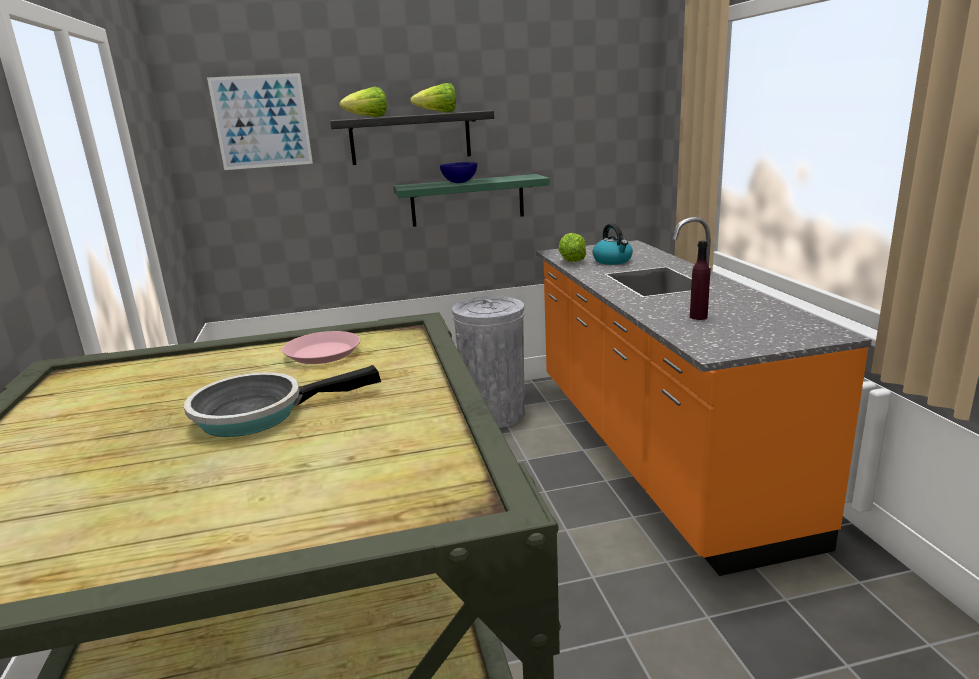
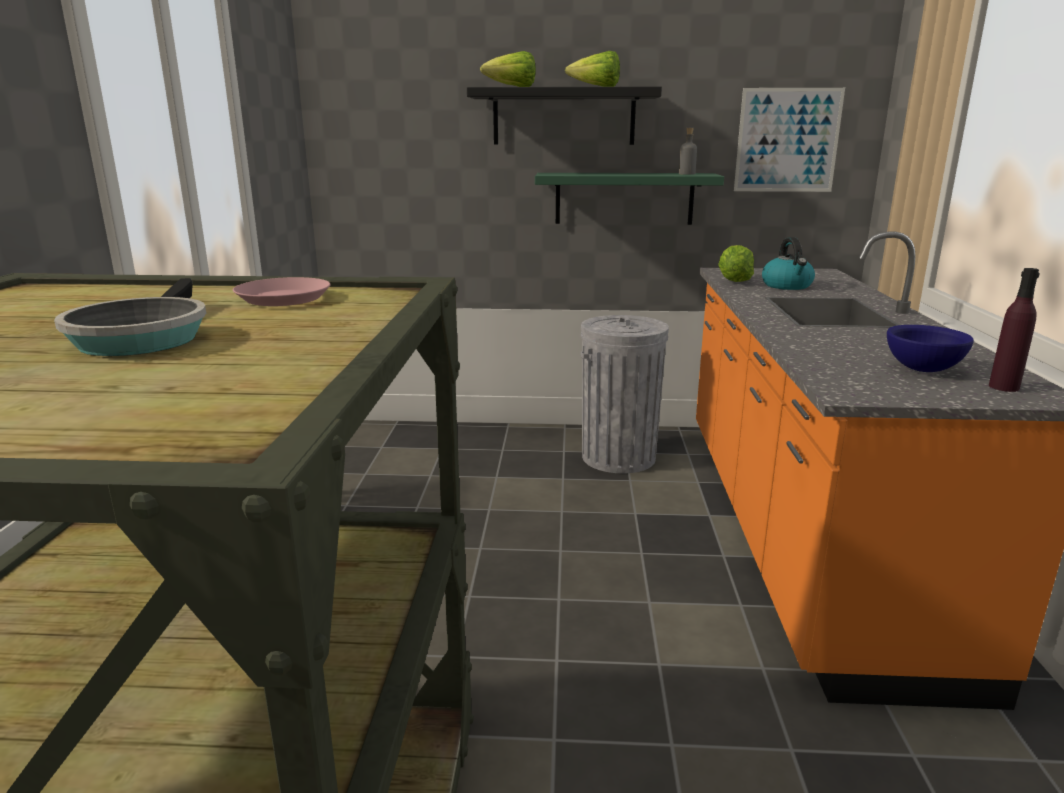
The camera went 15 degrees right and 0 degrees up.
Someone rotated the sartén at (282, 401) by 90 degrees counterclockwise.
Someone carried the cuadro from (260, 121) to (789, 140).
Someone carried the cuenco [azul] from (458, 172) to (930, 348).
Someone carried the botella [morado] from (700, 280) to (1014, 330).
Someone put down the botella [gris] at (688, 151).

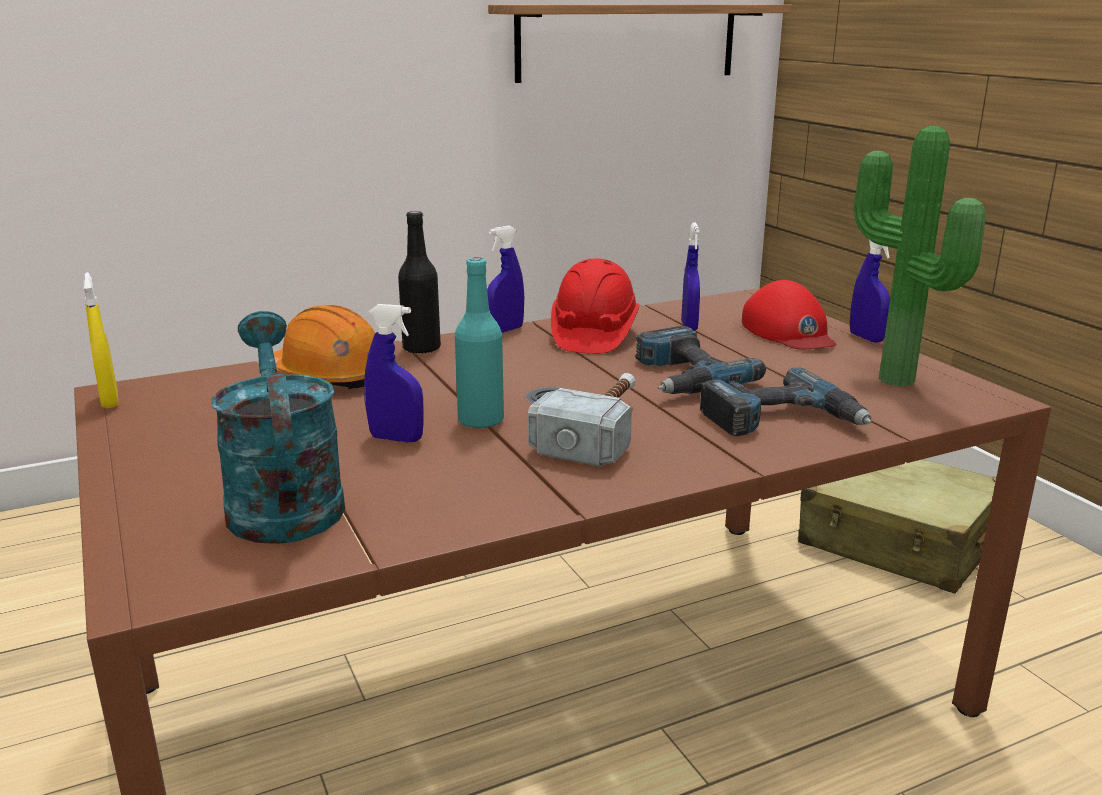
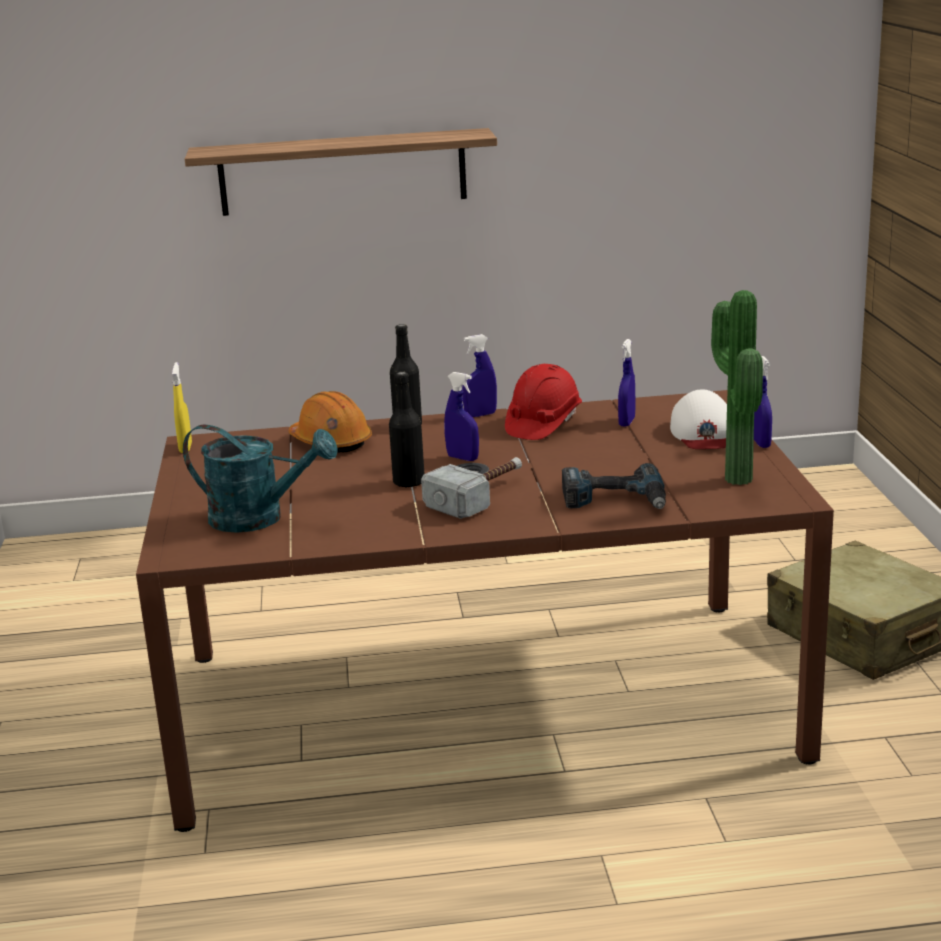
The camera went 20 degrees right and 0 degrees up.
Someone rotated the regadera [turquesa] at (278, 427) by 105 degrees clockwise.
Someone carried the pulverizador [azul] from (394, 373) to (461, 416).
Someone repainted the botella [turquesa] at (479, 343), which became the botella [negro] at (406, 429).
Someone carried the estante from (640, 43) to (341, 172).
Someone took away the taladro at (700, 360).
Someone repainted the gorra [rojo] at (789, 314), which became the gorra [blanco] at (698, 419).

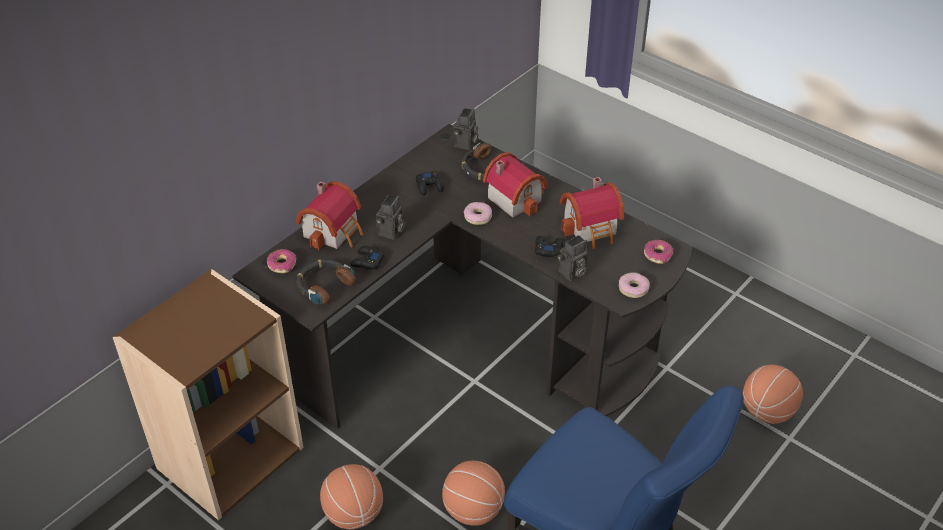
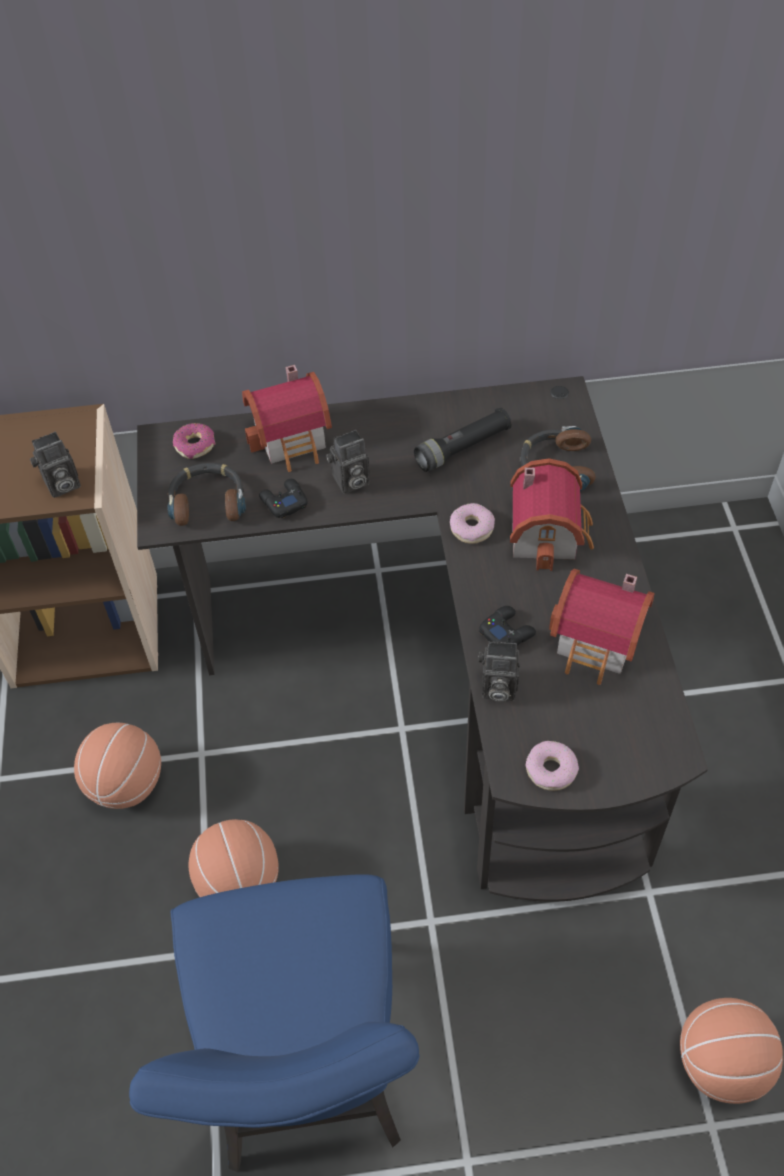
The camera went 45 degrees right and 10 degrees up.
Someone swapped the mando de consola [negro] at (430, 183) for the linterna [negro] at (462, 440).
Someone carried the cámara from (465, 129) to (55, 464).
Someone took away the rosquilla at (658, 252).

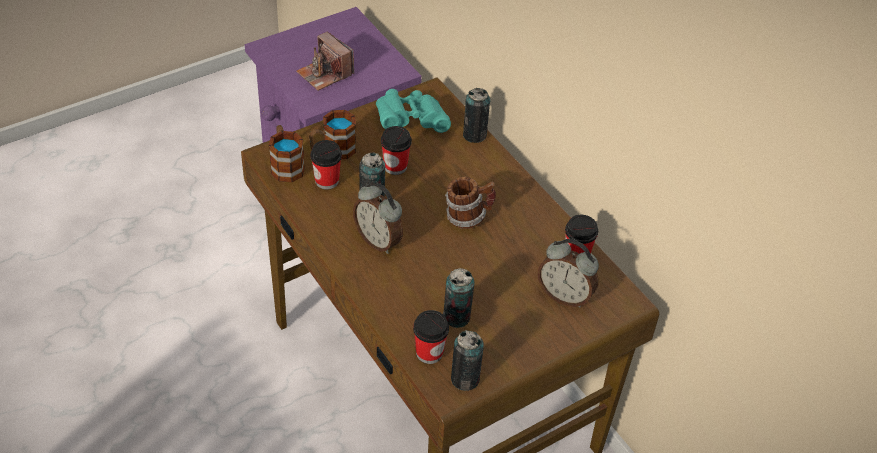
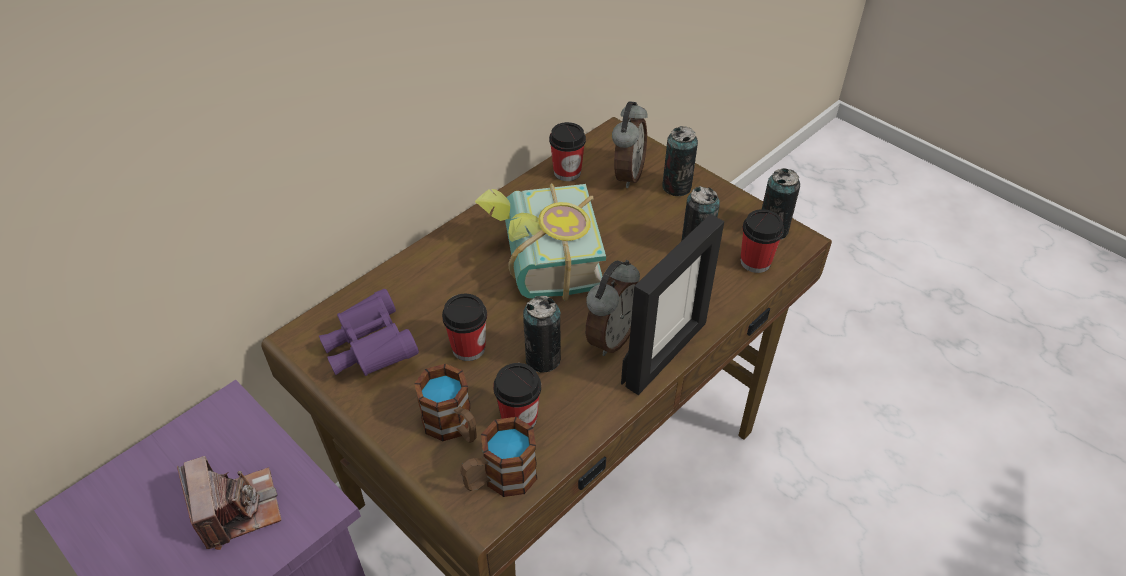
The camera went 100 degrees left and 0 degrees up.
Someone rotated the cámara at (325, 61) by 60 degrees counterclockwise.
Someone repainted the prismáticos [turquesa] at (413, 111), which became the prismáticos [morado] at (369, 332).
Someone swapped the taza grande at (470, 203) for the libro at (540, 242).
Someone carried the lata from (476, 115) to (680, 161).
Someone put down the portarretratos at (672, 304).

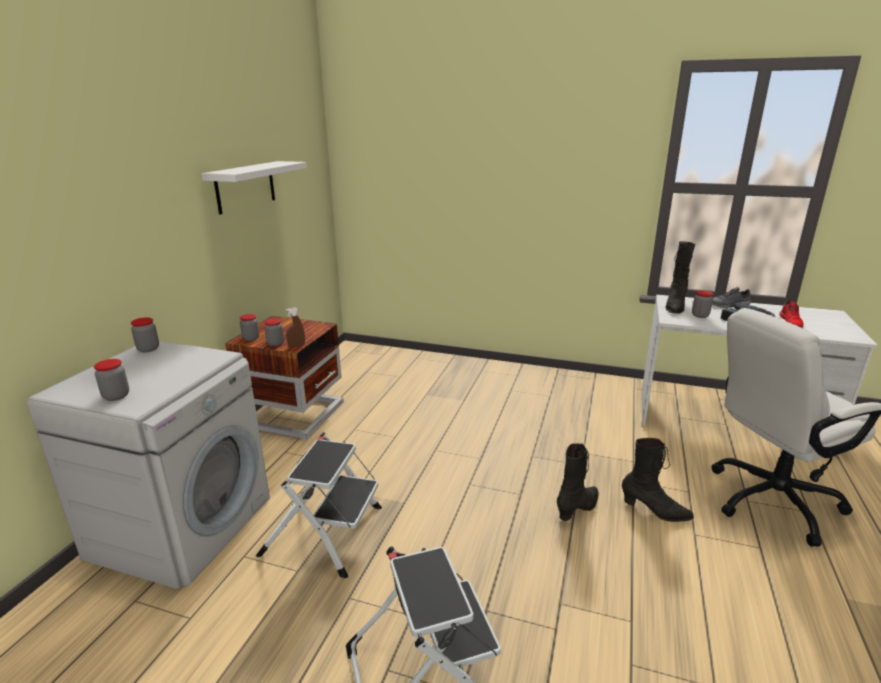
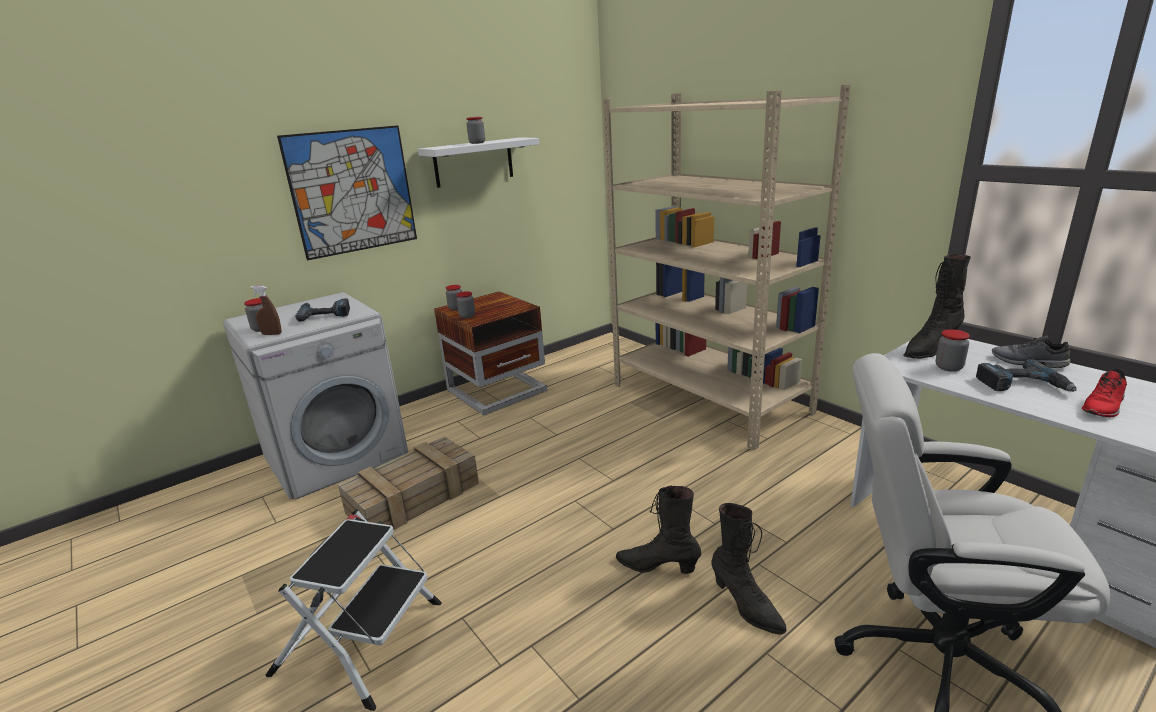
The camera went 35 degrees right and 0 degrees up.
Someone carried the tarro from (145, 334) to (475, 130).
Someone swapped the escalera de tijera at (319, 505) for the caja de embalaje at (408, 483).
Someone carried the pulverizador [marrón] from (295, 327) to (266, 310).
Someone rotated the bota [negro] at (578, 482) by 150 degrees counterclockwise.
Someone put up the cuadro at (347, 192).
Someone put down the taladro at (322, 310).
Someone put down the estantería [beis] at (726, 267).

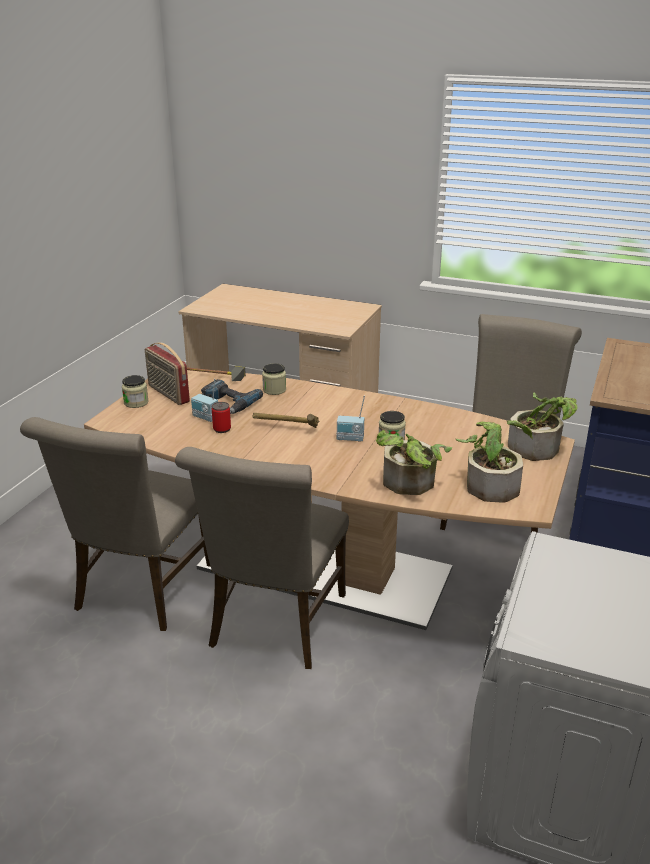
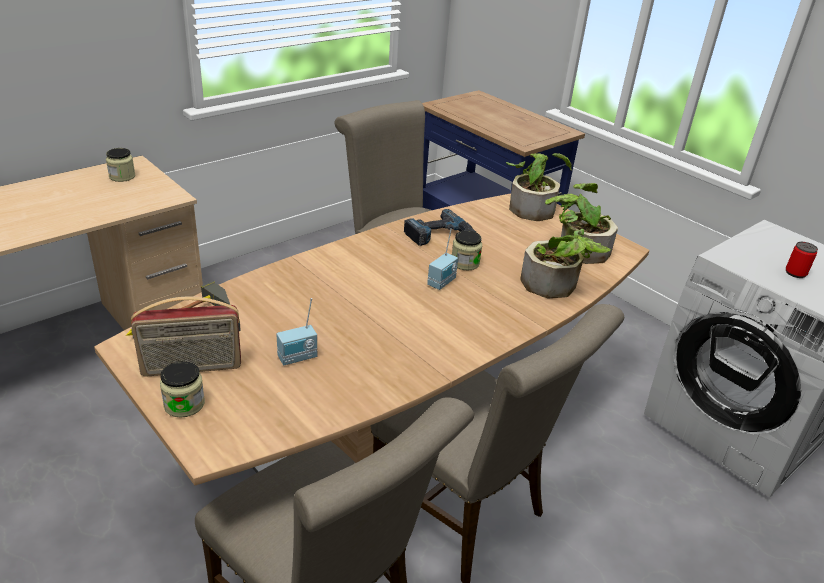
The camera went 65 degrees left and 5 degrees up.
Someone carried the taladro from (232, 396) to (440, 227).
Someone carried the lata from (221, 417) to (802, 260).
Someone took away the martillo at (286, 420).
Someone carried the tarro from (274, 379) to (120, 165).

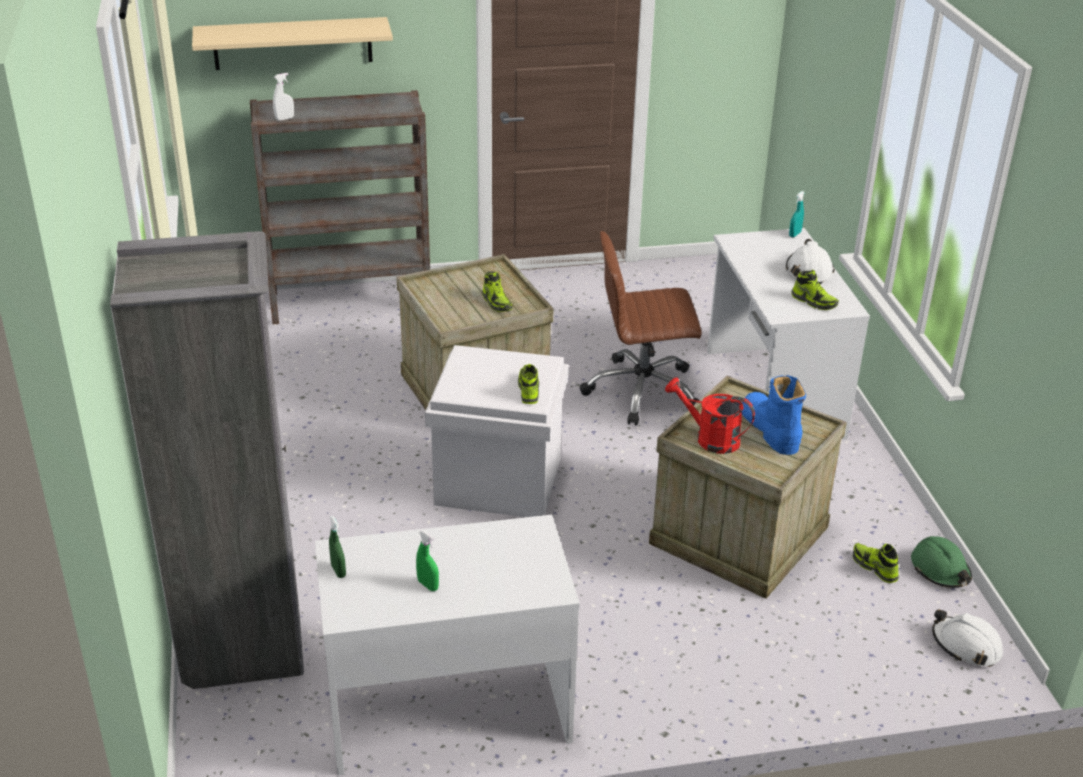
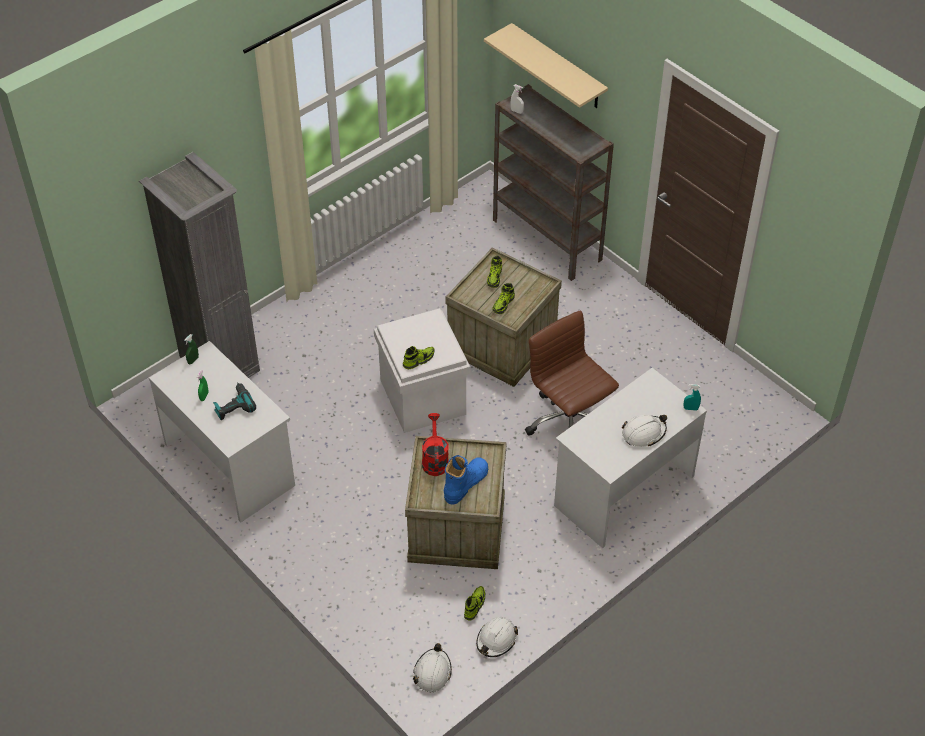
The camera went 60 degrees right and 15 degrees up.
Someone carried the zapato from (815, 290) to (494, 272).
Someone repainted the casco [verde] at (941, 562), which became the casco [blanco] at (497, 637).
Someone put down the taladro at (234, 401).

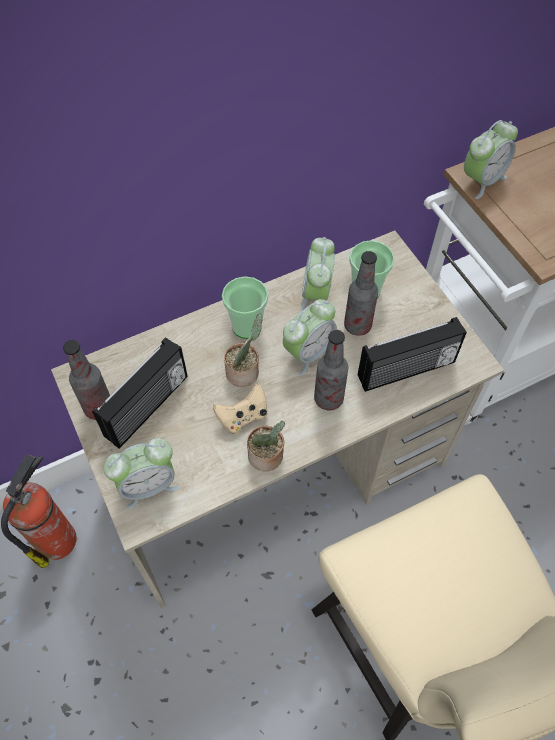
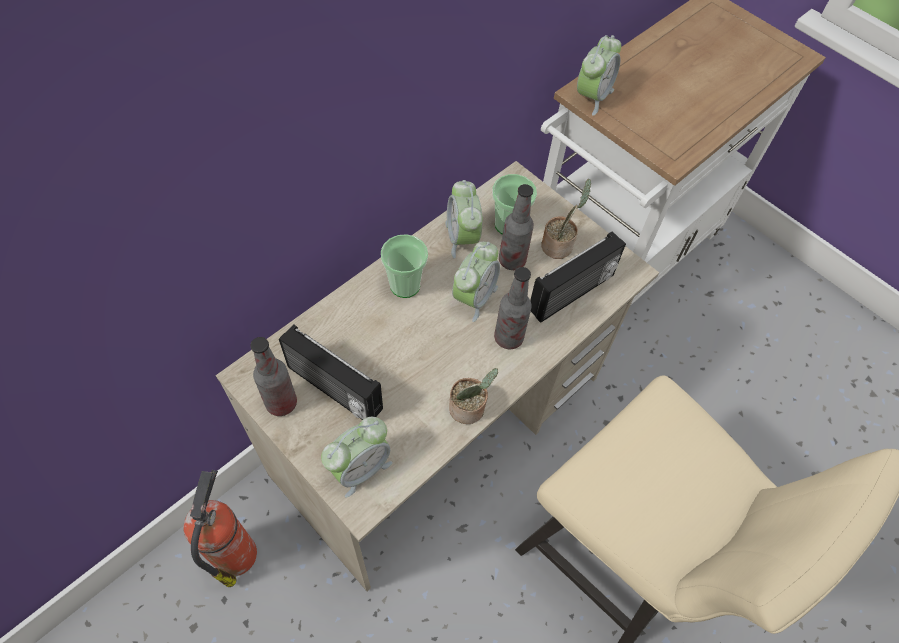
The camera went 20 degrees left and 0 degrees up.
Someone rotated the radio at (139, 393) by 105 degrees clockwise.
Someone took away the mando de consola [beis] at (240, 408).
Someone carried the planta en maceta from (243, 350) to (566, 219).

